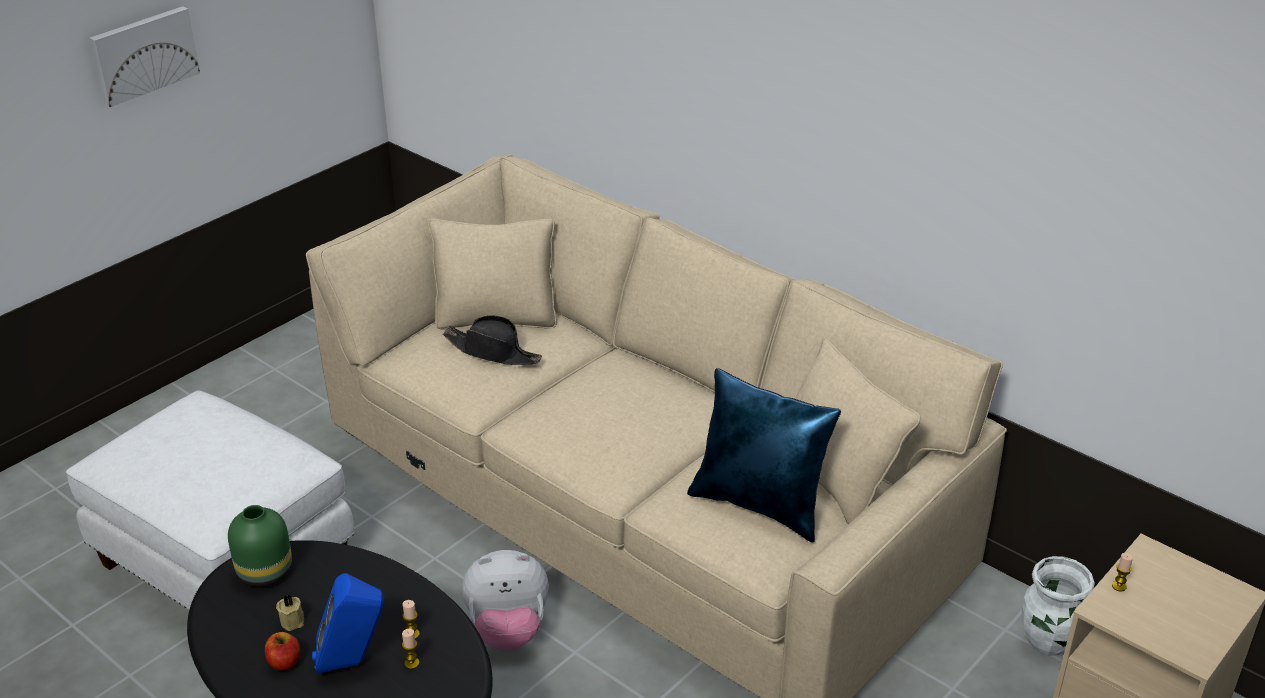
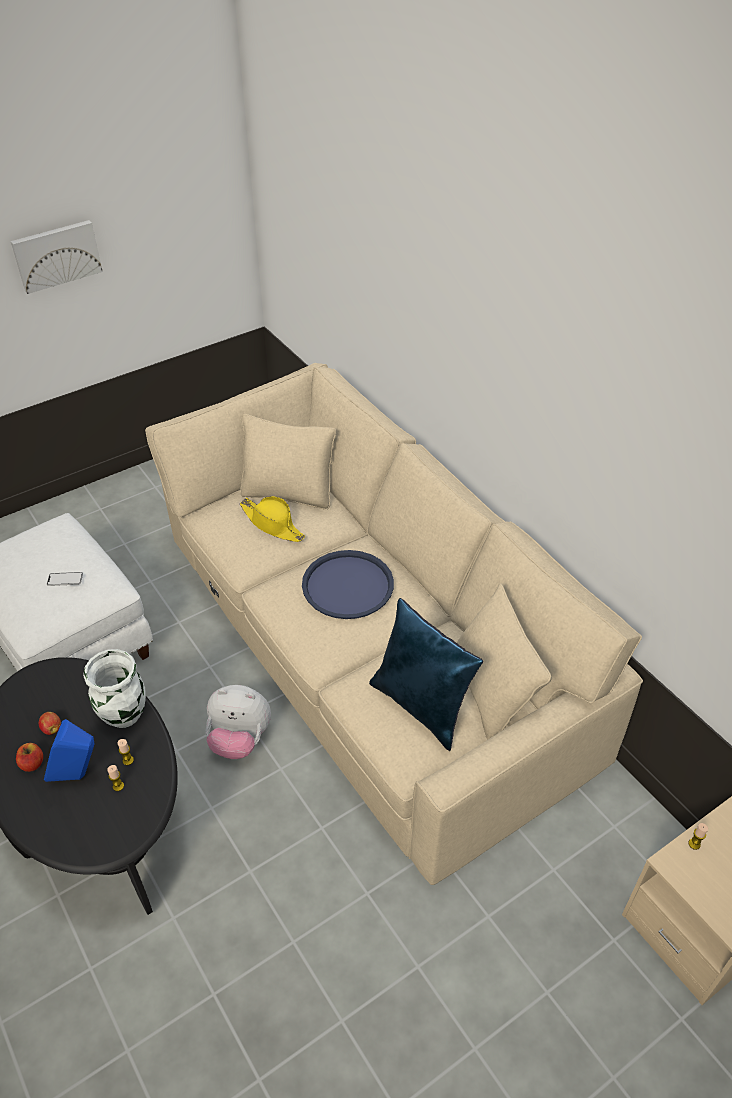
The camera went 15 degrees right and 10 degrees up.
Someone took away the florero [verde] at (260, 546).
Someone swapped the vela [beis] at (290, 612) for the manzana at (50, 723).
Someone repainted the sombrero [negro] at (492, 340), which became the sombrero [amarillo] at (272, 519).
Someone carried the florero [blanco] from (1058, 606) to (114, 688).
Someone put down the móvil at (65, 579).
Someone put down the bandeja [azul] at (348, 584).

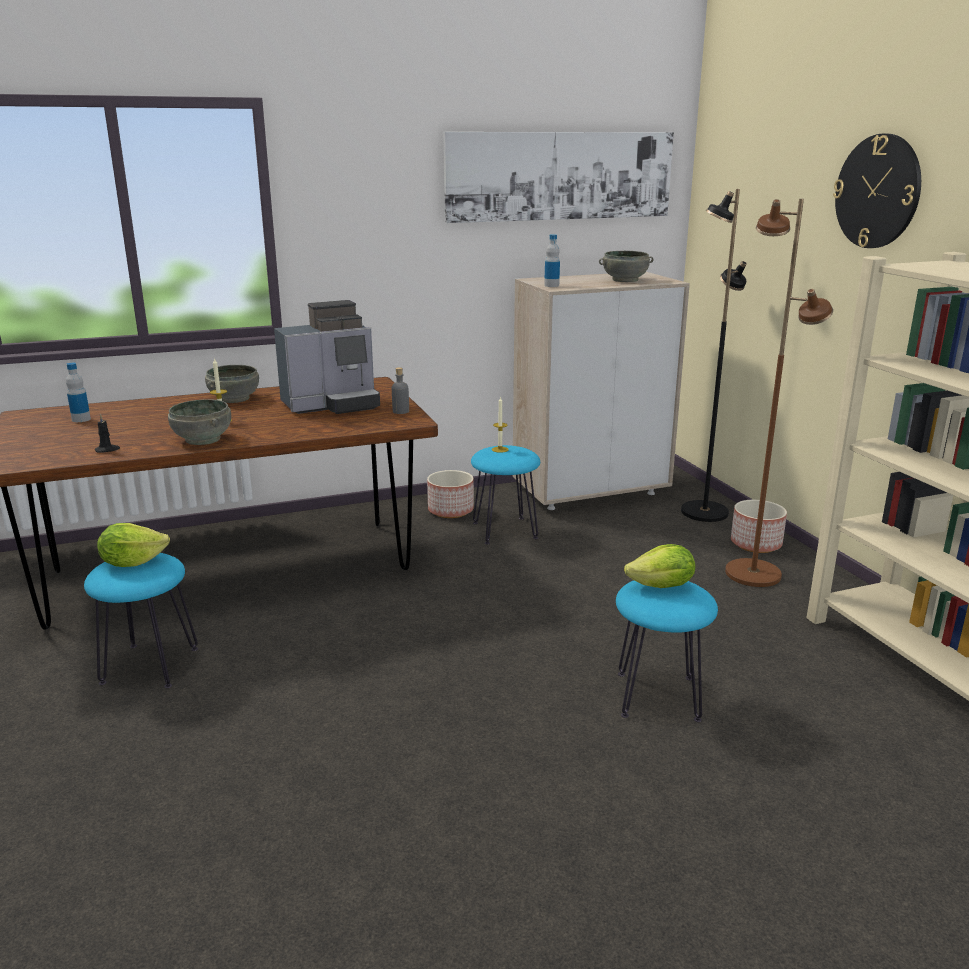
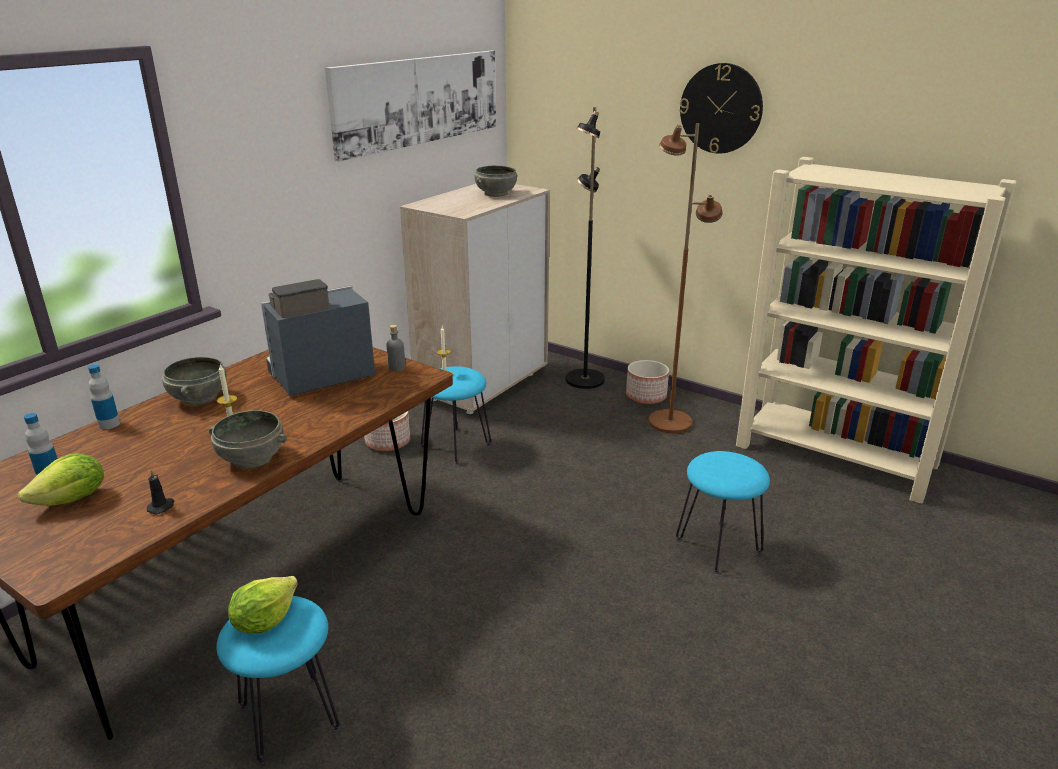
The camera went 35 degrees left and 5 degrees up.
Someone rotated the cafetera at (327, 357) by 150 degrees counterclockwise.
Someone carried the botella from (552, 260) to (104, 396).
Someone carried the lechuga from (659, 566) to (61, 479).

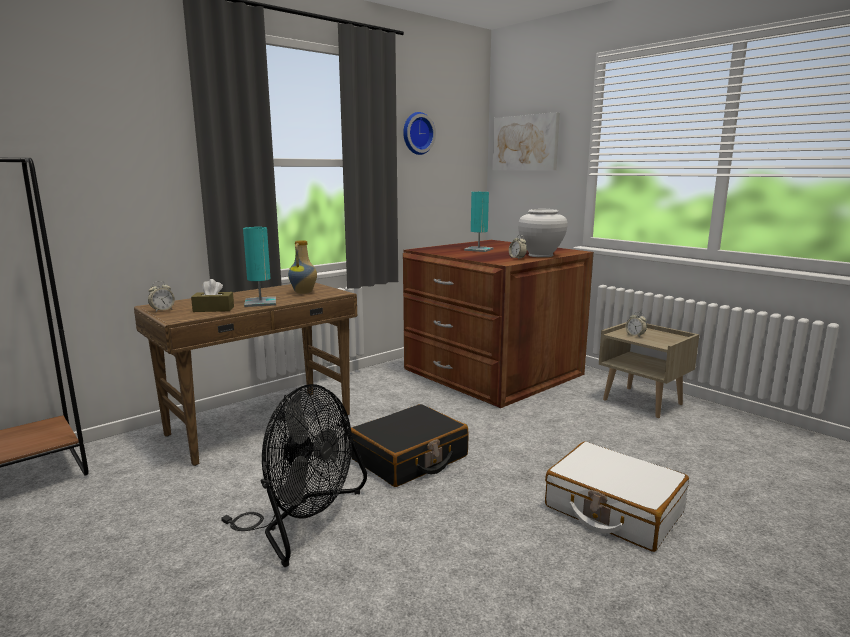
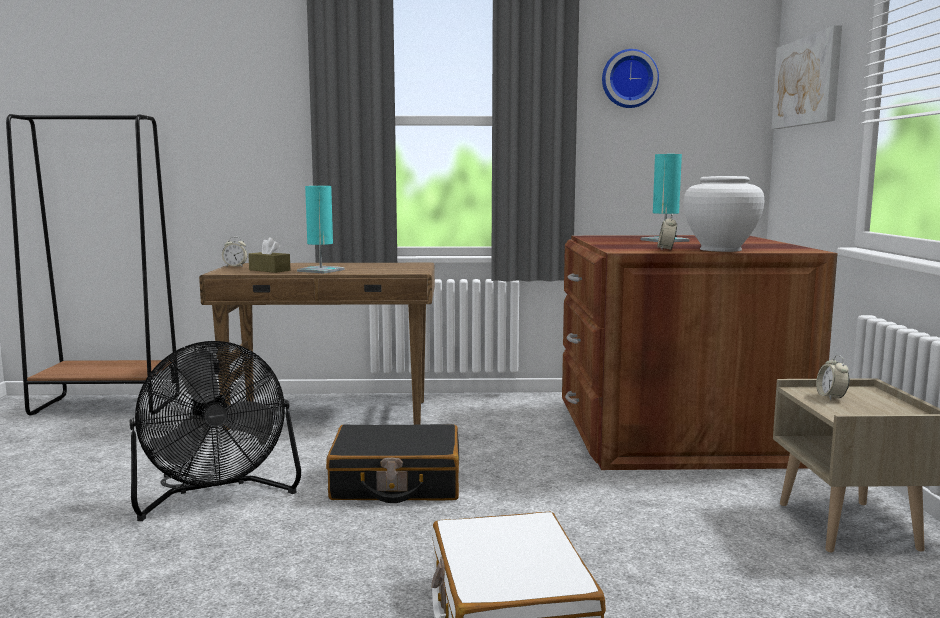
The camera went 40 degrees right and 5 degrees down.
Someone took away the florero at (302, 267).

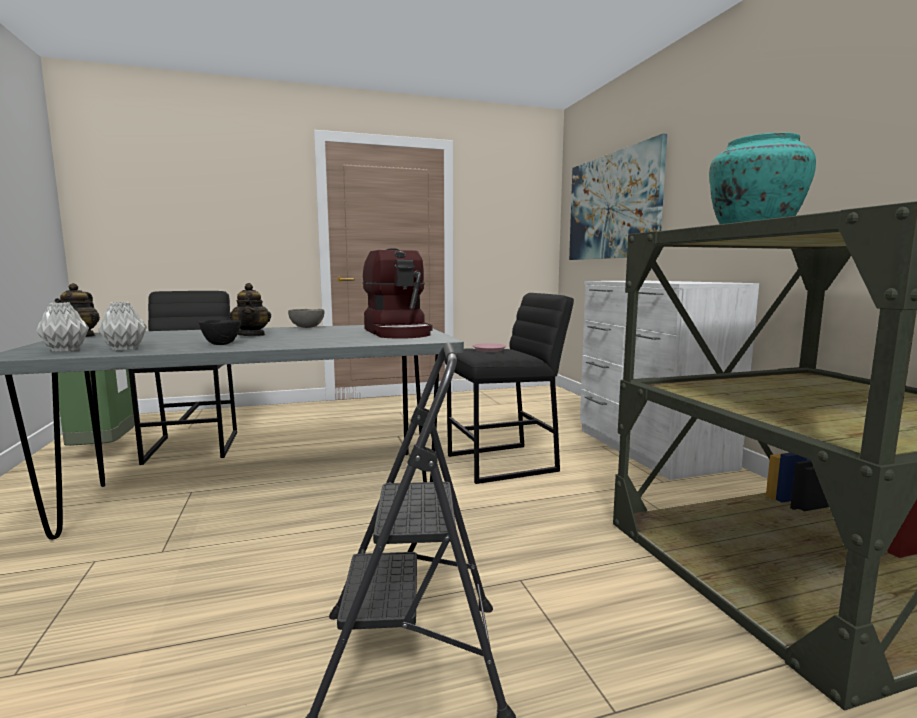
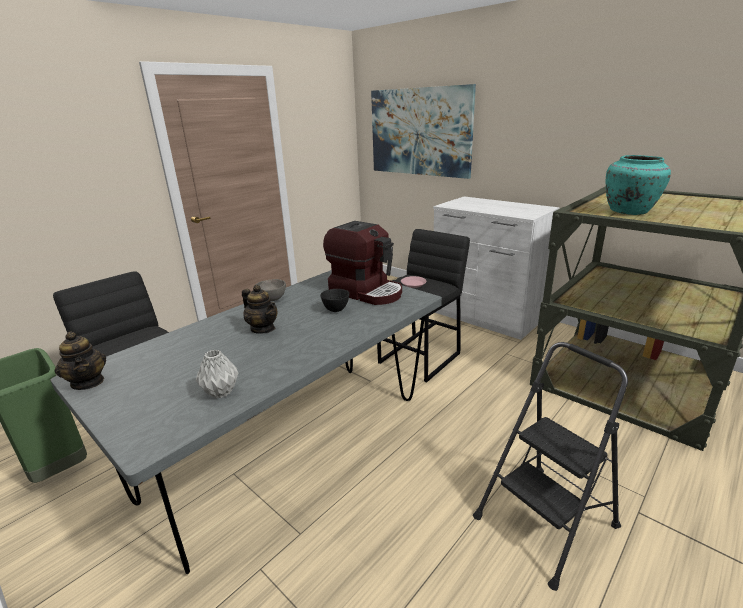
The camera went 30 degrees left and 15 degrees up.
Someone took away the florero [gris] at (62, 327).
Someone carried the cuenco [negro] from (220, 332) to (334, 300).

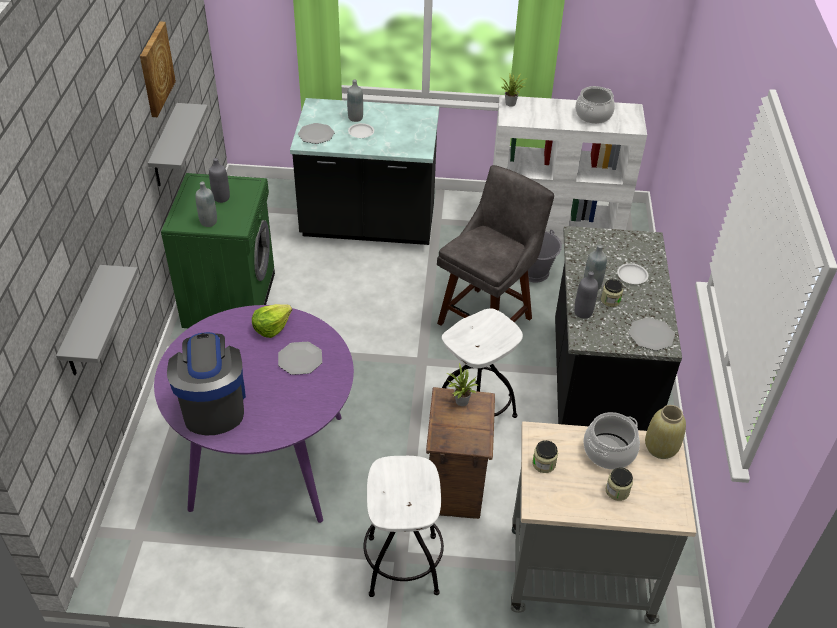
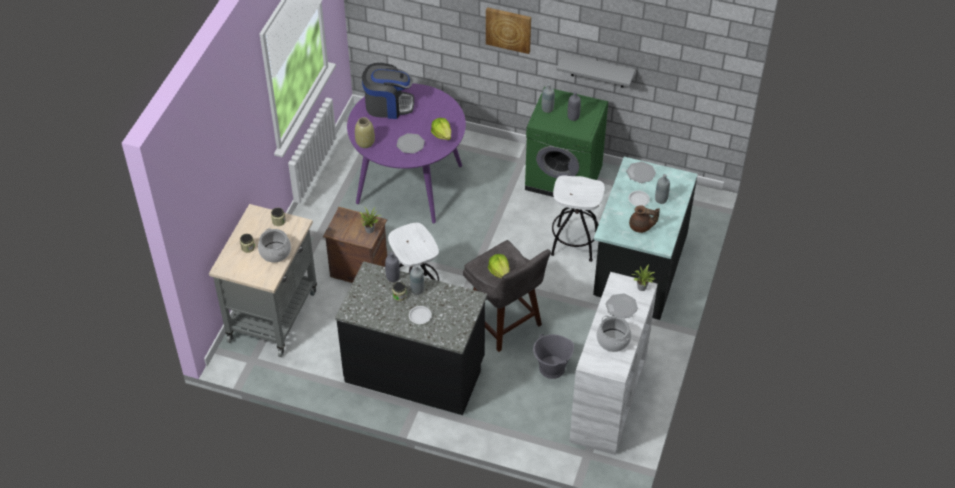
The camera went 105 degrees right and 5 degrees up.
Someone took away the estante [gris] at (97, 320).
Someone carried the cuadro from (158, 69) to (508, 30).
Someone carried the taburete [blanco] from (403, 526) to (578, 218).
Someone carried the plato from (652, 334) to (622, 305).
Someone carried the florero [beis] from (665, 432) to (365, 132).
Someone put down the lechuga at (499, 266).
Someone put down the tetera [marrón] at (644, 219).

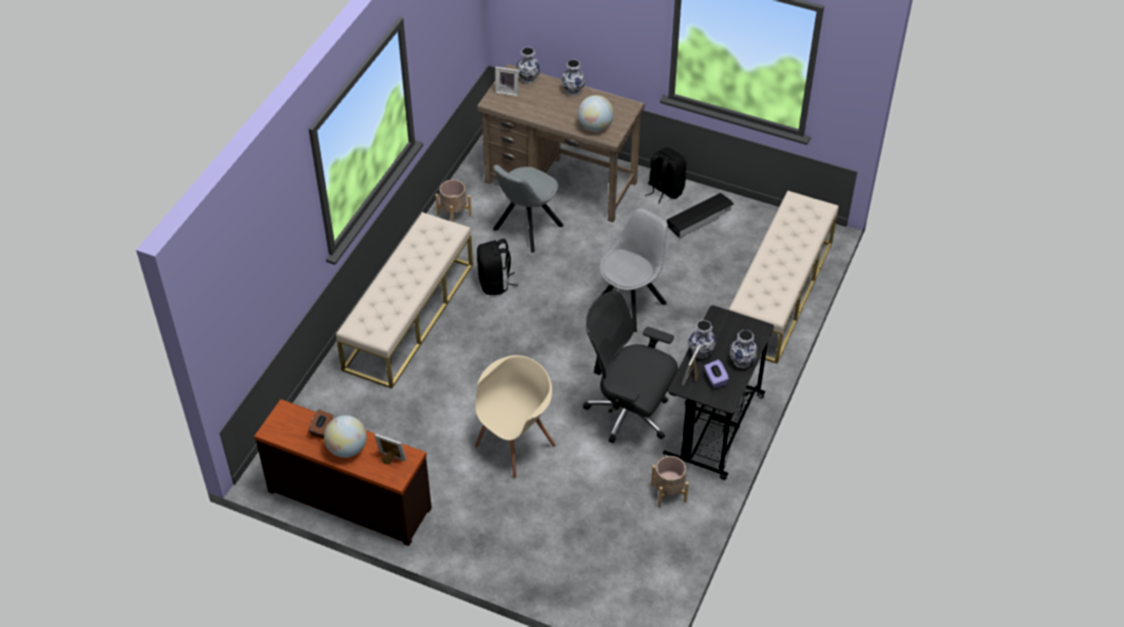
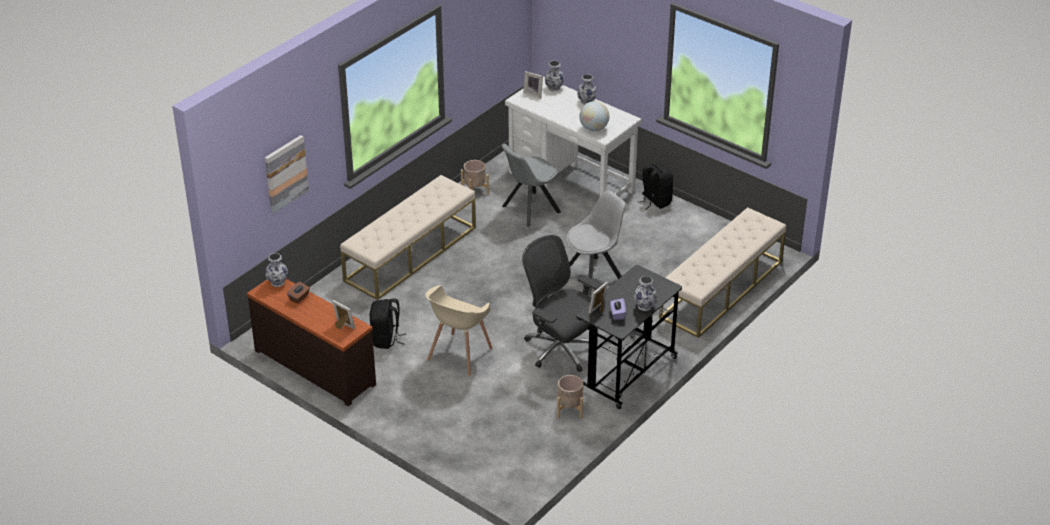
The camera went 15 degrees right and 10 degrees down.
Someone took away the globo terráqueo at (345, 436).
Someone rotated the silla [beis] at (515, 416) by 150 degrees clockwise.
Someone repainted the escritorio [marrón] at (561, 143), which became the escritorio [blanco] at (573, 137).
Someone carried the mochila [negro] from (497, 267) to (388, 323).
Someone took away the caja de almacenaje [negro] at (700, 215).
Someone carried the florero from (702, 339) to (276, 270).
Someone put up the cuadro at (287, 174).

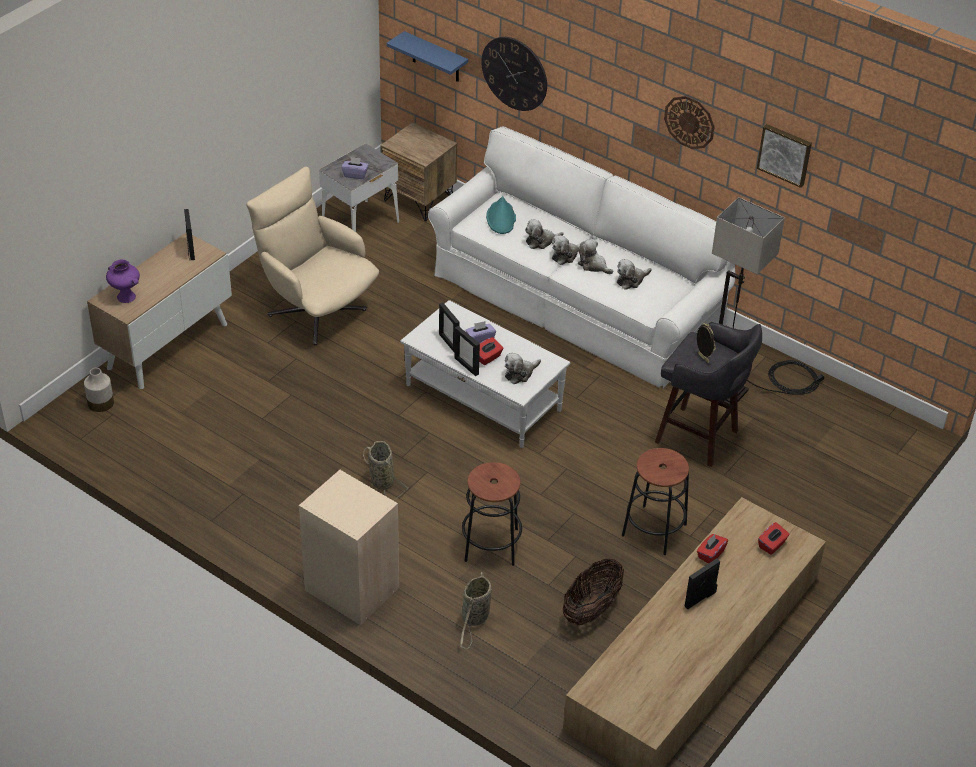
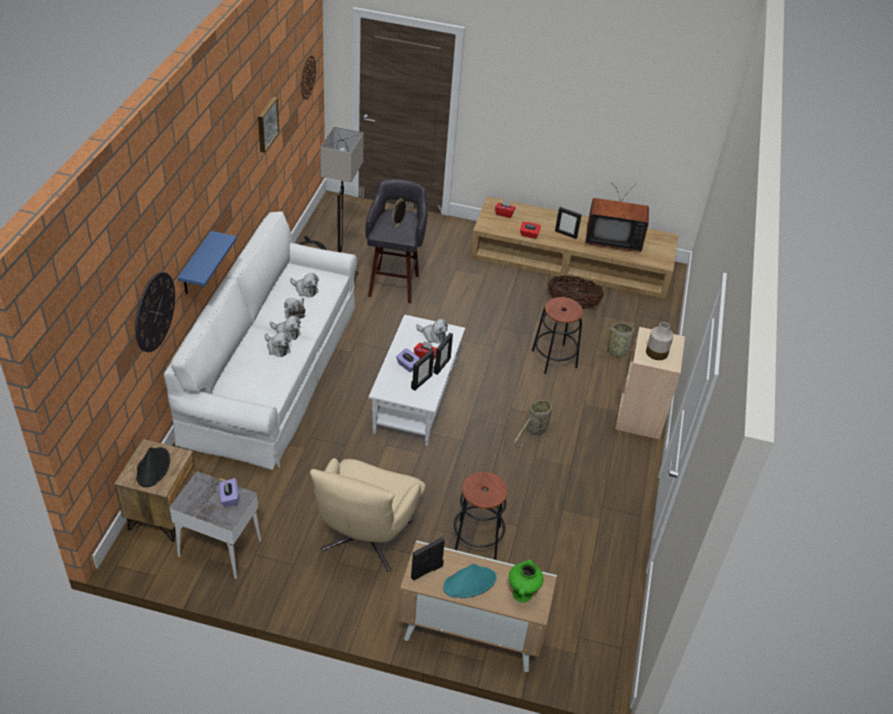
The camera went 115 degrees left and 0 degrees up.
Someone carried the florero [beis] from (99, 390) to (660, 341).
Someone repainted the florero [morado] at (123, 281), which became the florero [verde] at (526, 581).
Someone carried the estante [azul] from (427, 56) to (207, 263).
Someone carried the sombrero [turquesa] from (501, 215) to (469, 580).
Someone carried the taburete [negro] from (655, 501) to (481, 516).
Someone carried the reloj de pared from (689, 122) to (308, 78).
Someone put down the sombrero [negro] at (153, 467).
Someone put down the televisor at (617, 217).

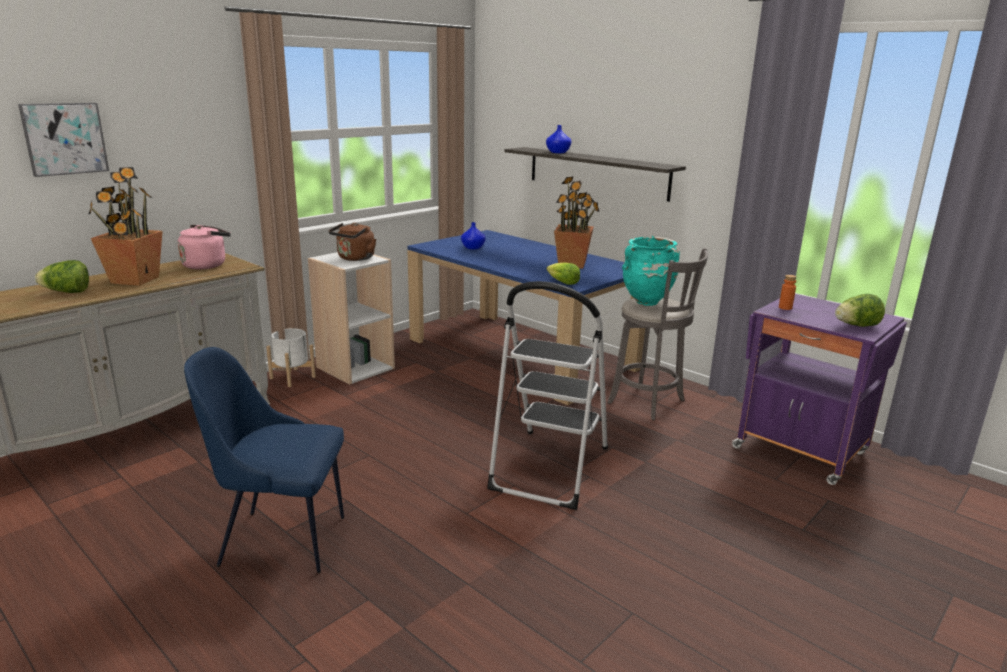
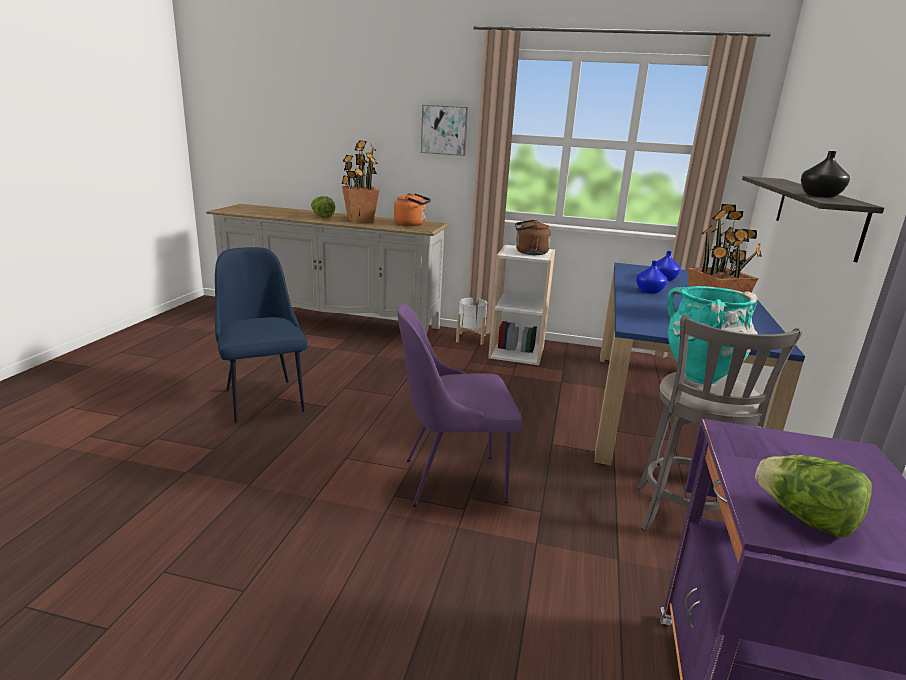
The camera went 60 degrees right and 0 degrees up.
Someone carried the cuadro from (63, 140) to (444, 130).
Someone repainted the hervidor [rosa] at (204, 247), which became the hervidor [naranja] at (412, 209).
Someone swapped the escalera de tijera at (547, 395) for the silla [morado] at (459, 405).
Someone carried the florero [azul] from (558, 139) to (651, 277).
Someone took away the lechuga at (563, 274).
Someone took away the botella [naranja] at (787, 292).
Someone put down the florero [negro] at (825, 174).

